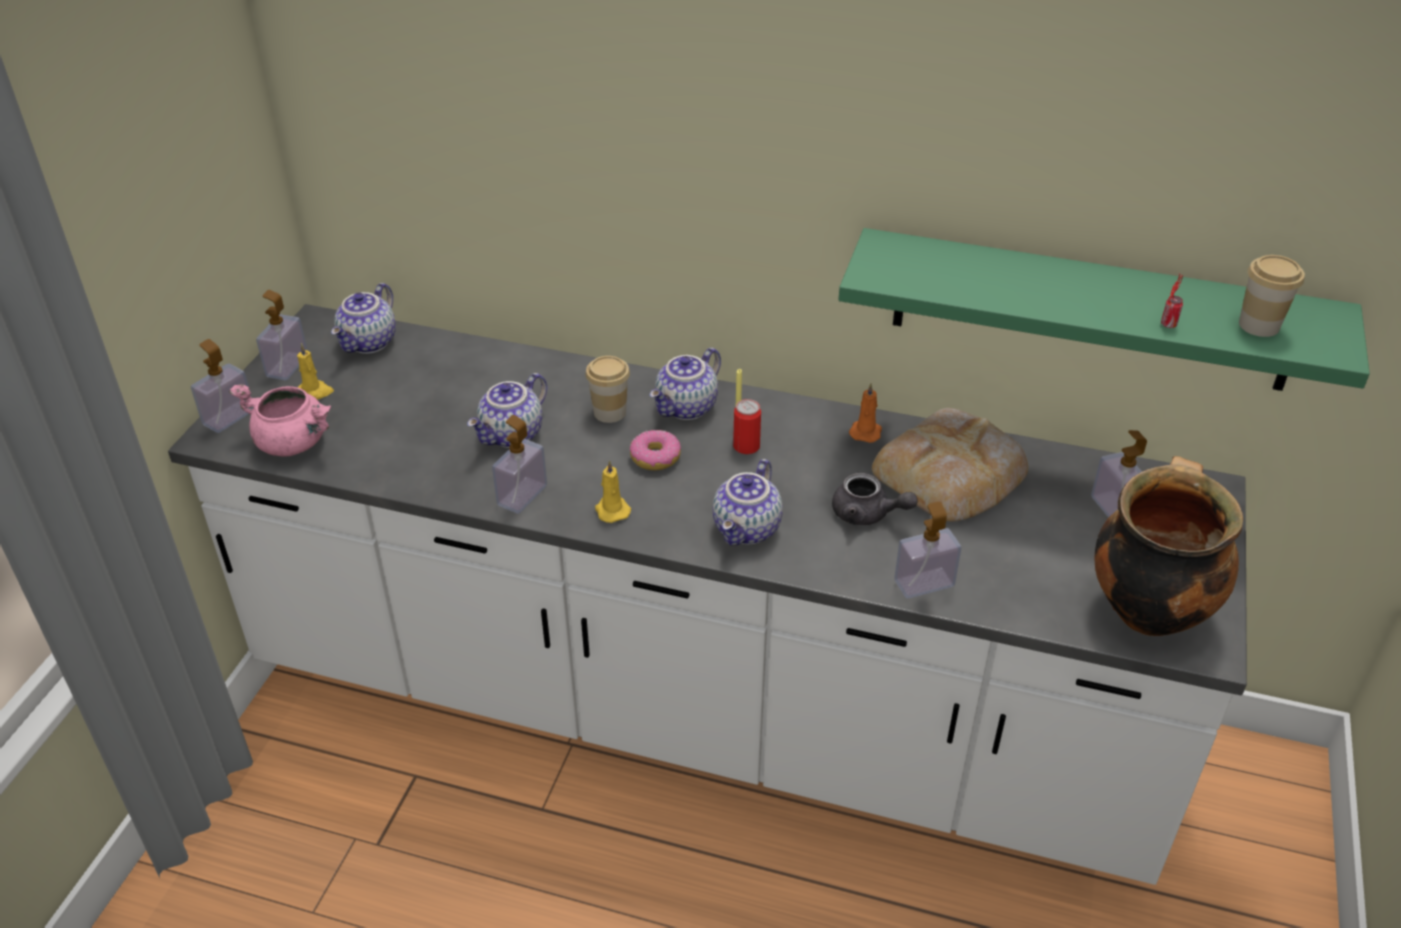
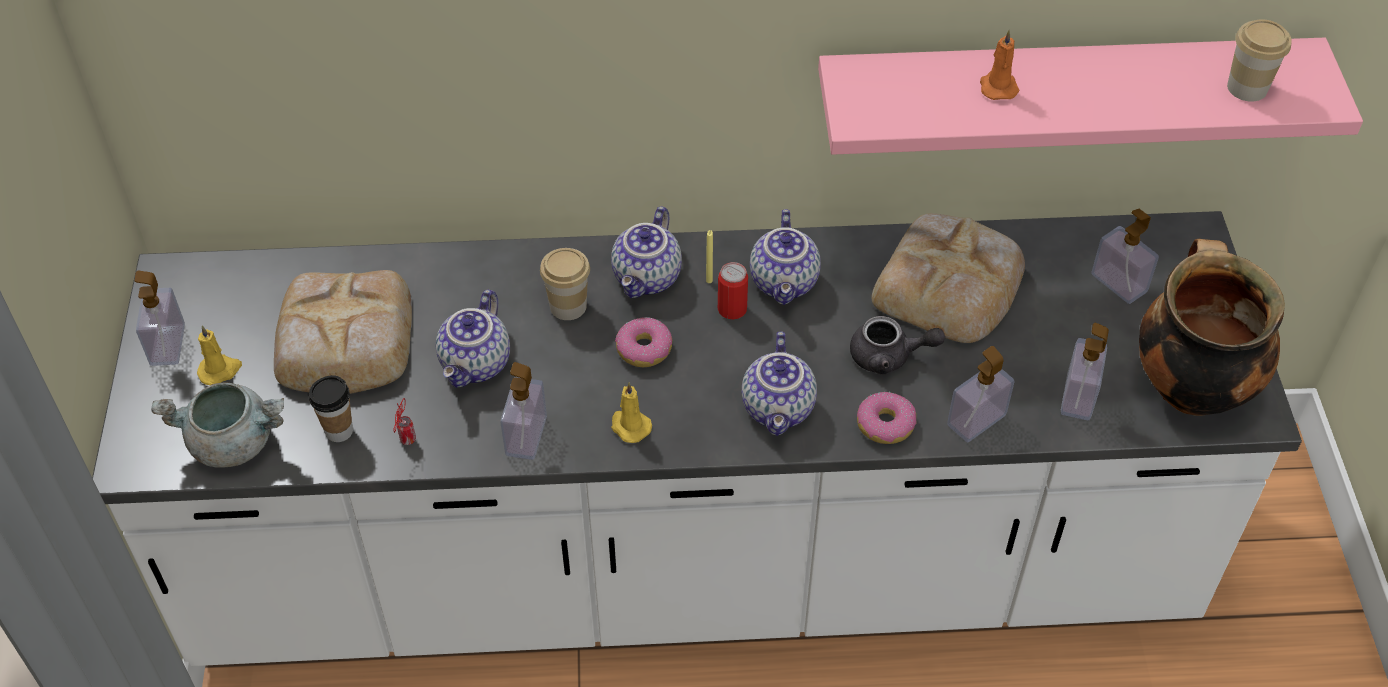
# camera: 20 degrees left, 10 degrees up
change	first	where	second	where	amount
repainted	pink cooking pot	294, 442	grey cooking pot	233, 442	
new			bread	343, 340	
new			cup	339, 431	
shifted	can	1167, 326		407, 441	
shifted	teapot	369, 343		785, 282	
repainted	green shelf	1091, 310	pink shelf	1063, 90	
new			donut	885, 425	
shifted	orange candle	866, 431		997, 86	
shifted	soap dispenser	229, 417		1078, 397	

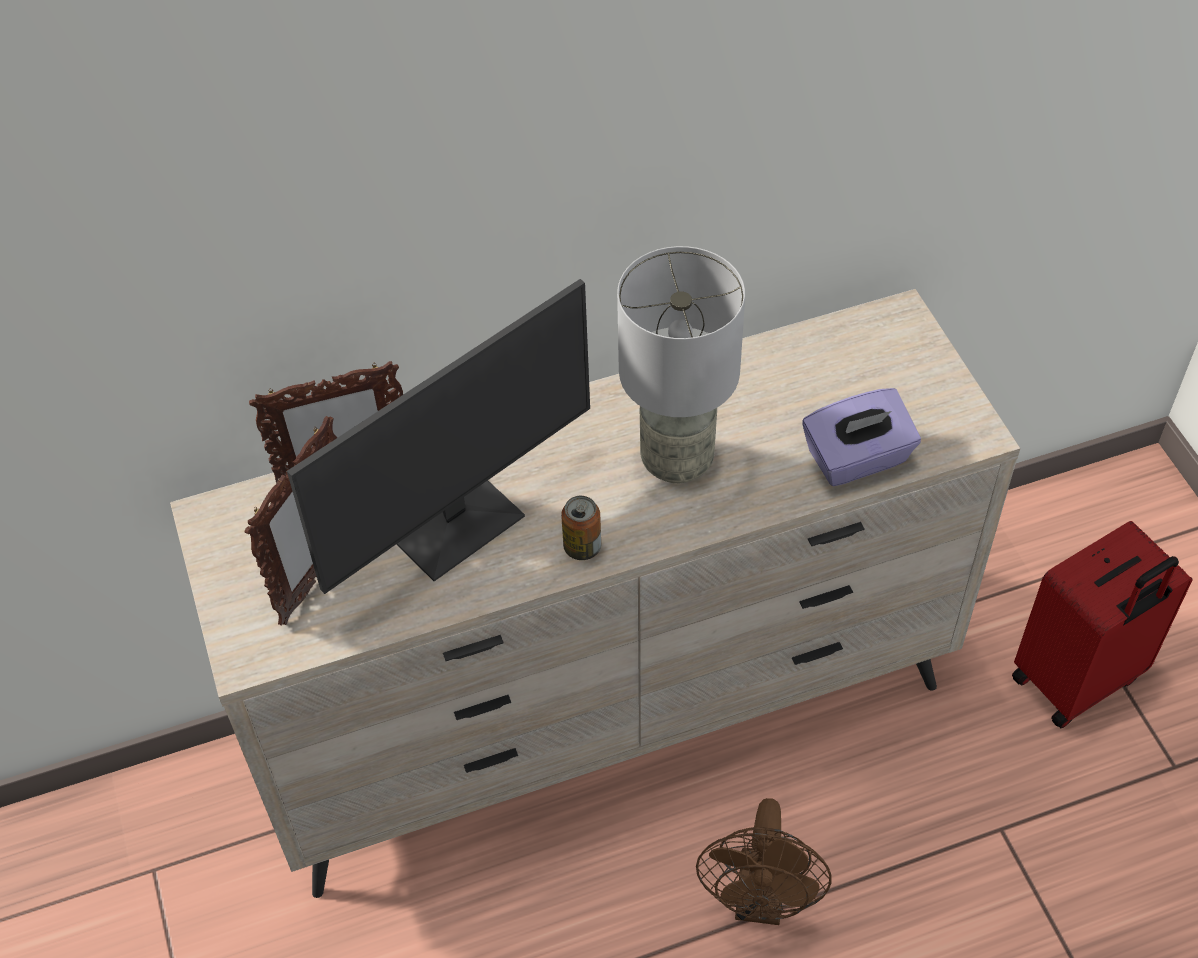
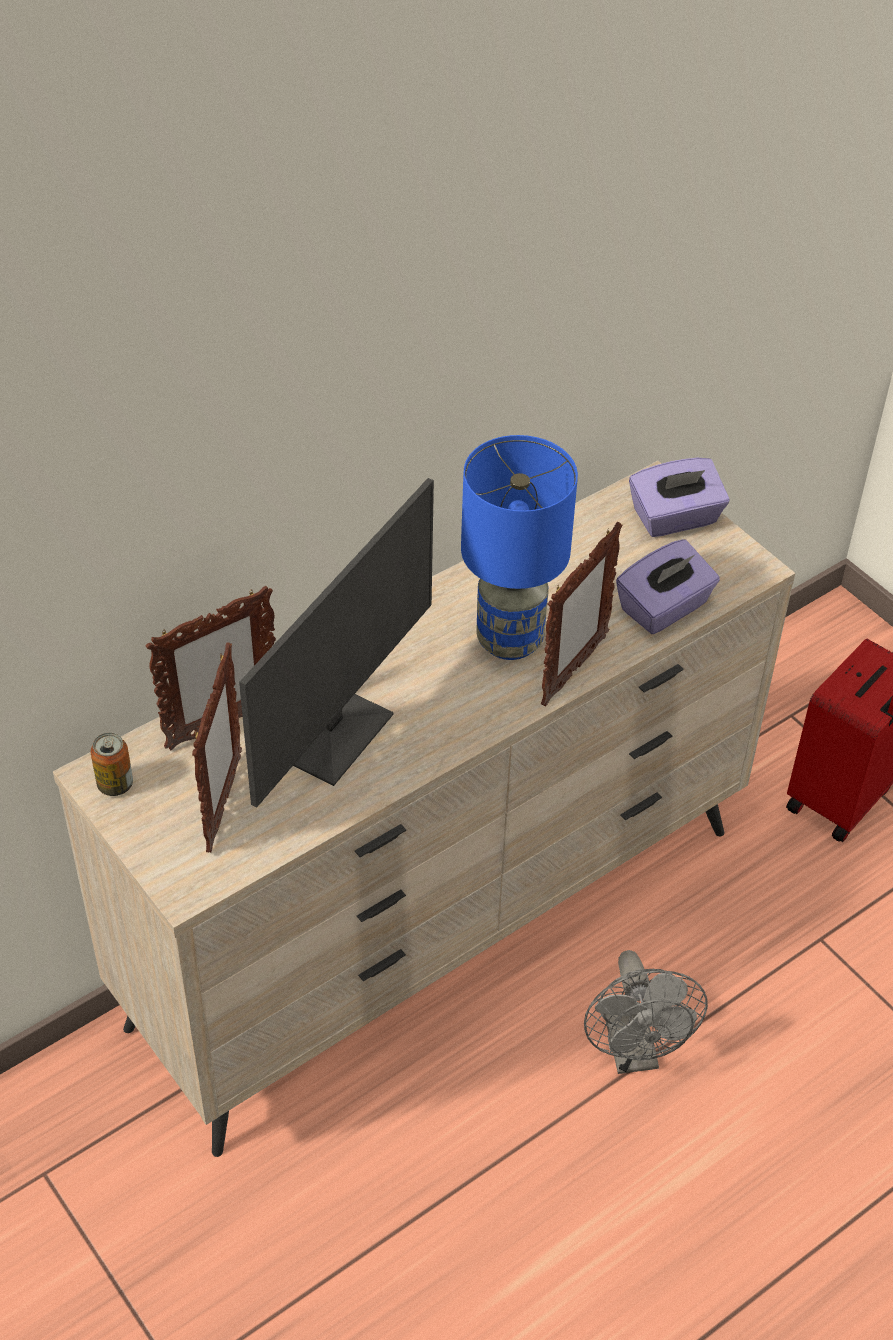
# camera: 20 degrees left, 5 degrees down
change	first	where	second	where	amount
shifted	can	582, 547		115, 784	
repainted	grey table lamp	678, 461	blue table lamp	511, 641	
new			picture frame	573, 671	
repainted	brown fan	760, 901	grey fan	634, 1053	
new			purple tissue box	675, 518	

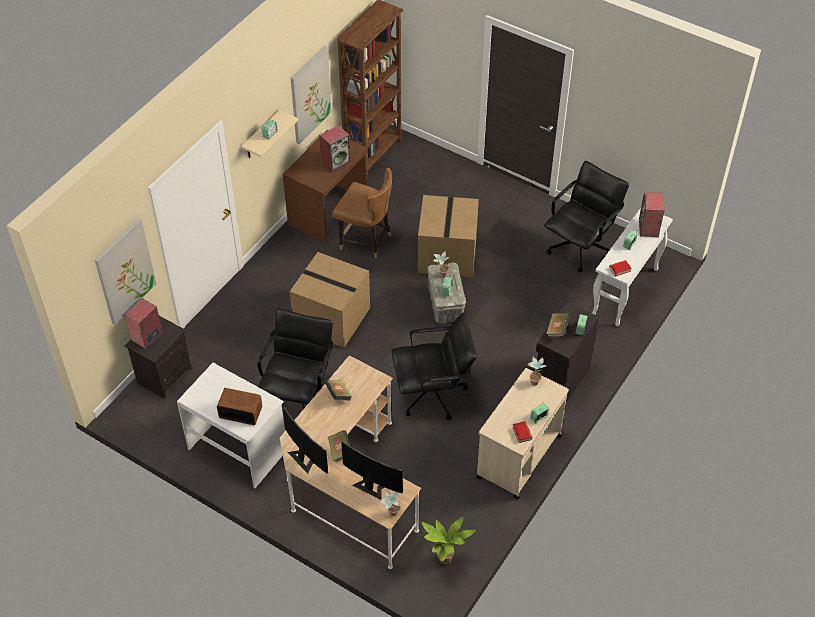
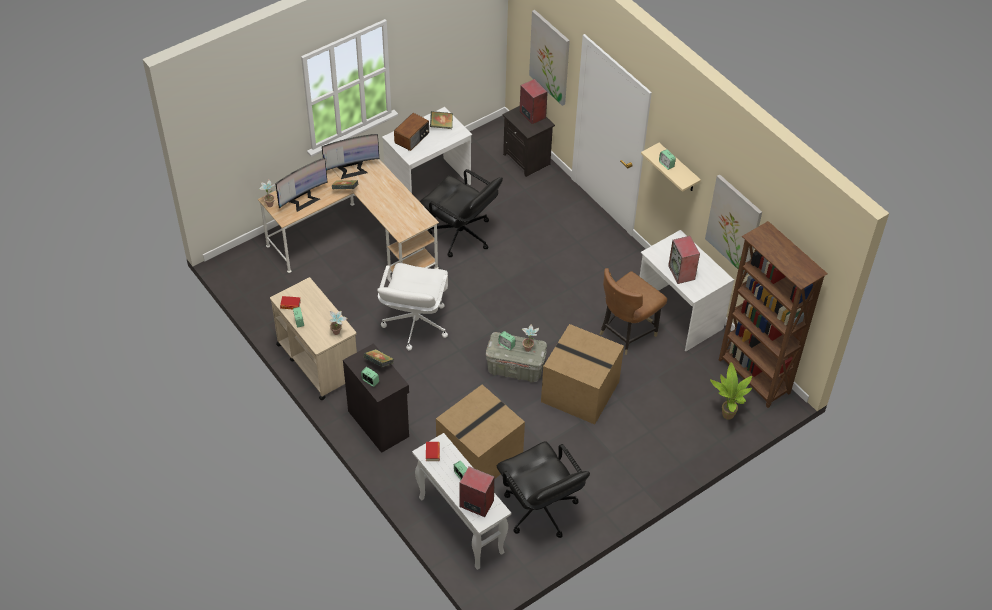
# camera: 110 degrees right, 0 degrees up
change	first	where	second	where	amount
repainted	black office chair	433, 394	white office chair	415, 324	
shifted	book	338, 395		441, 125	
shifted	cardboard box	333, 317		479, 456	
repainted	brown desk	328, 212	white desk	678, 315	
shifted	potted plant	445, 561		725, 415	

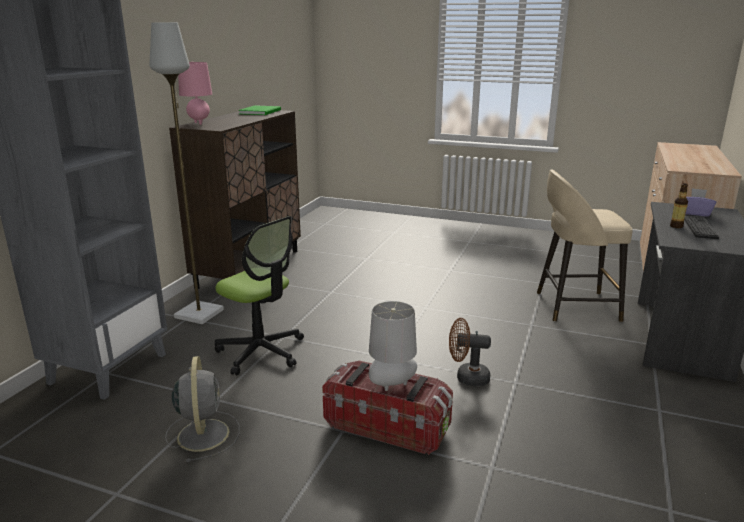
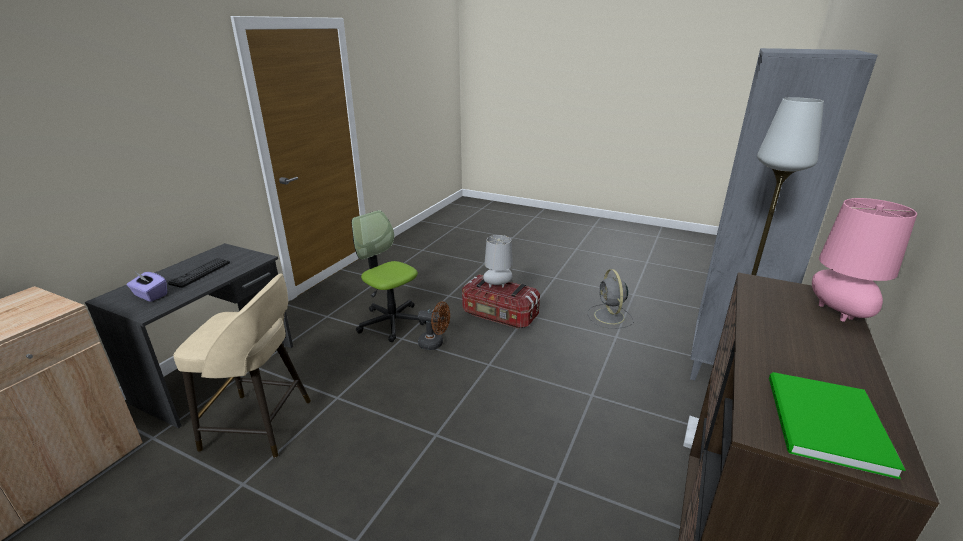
# camera: 175 degrees left, 5 degrees up
change	first	where	second	where	amount
shifted	office chair	261, 352		391, 322	
gone	bottle	676, 226			

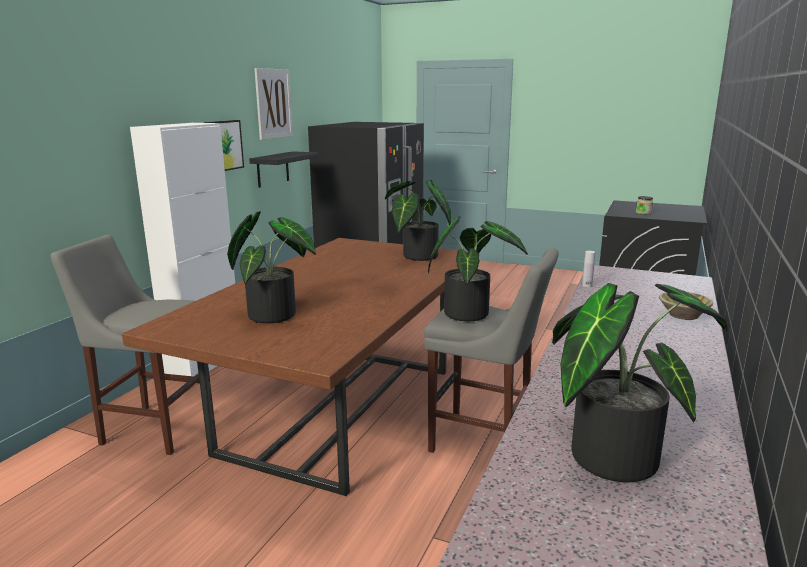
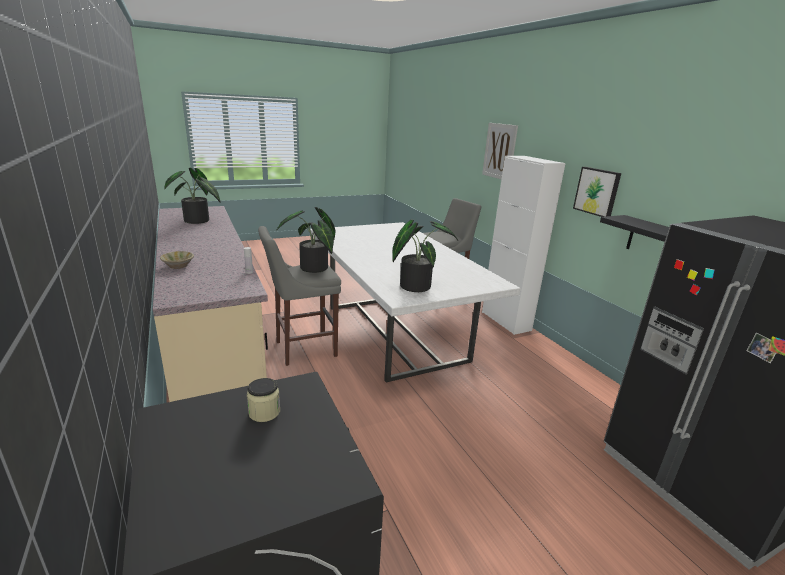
# camera: 130 degrees right, 5 degrees up
change	first	where	second	where	amount
repainted	brown dining table	340, 410	white dining table	394, 331	
shifted	picture	273, 103		499, 151	
gone	potted plant	278, 314			

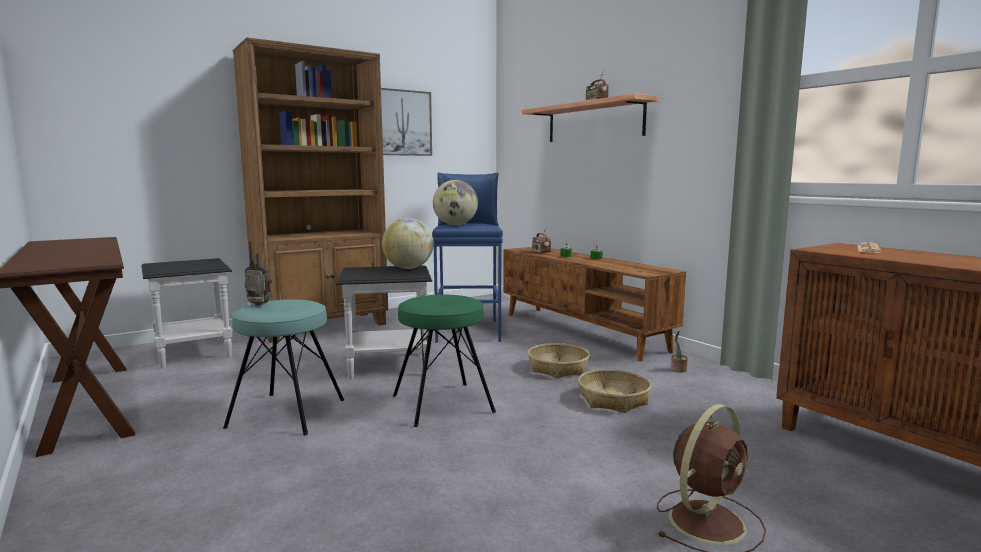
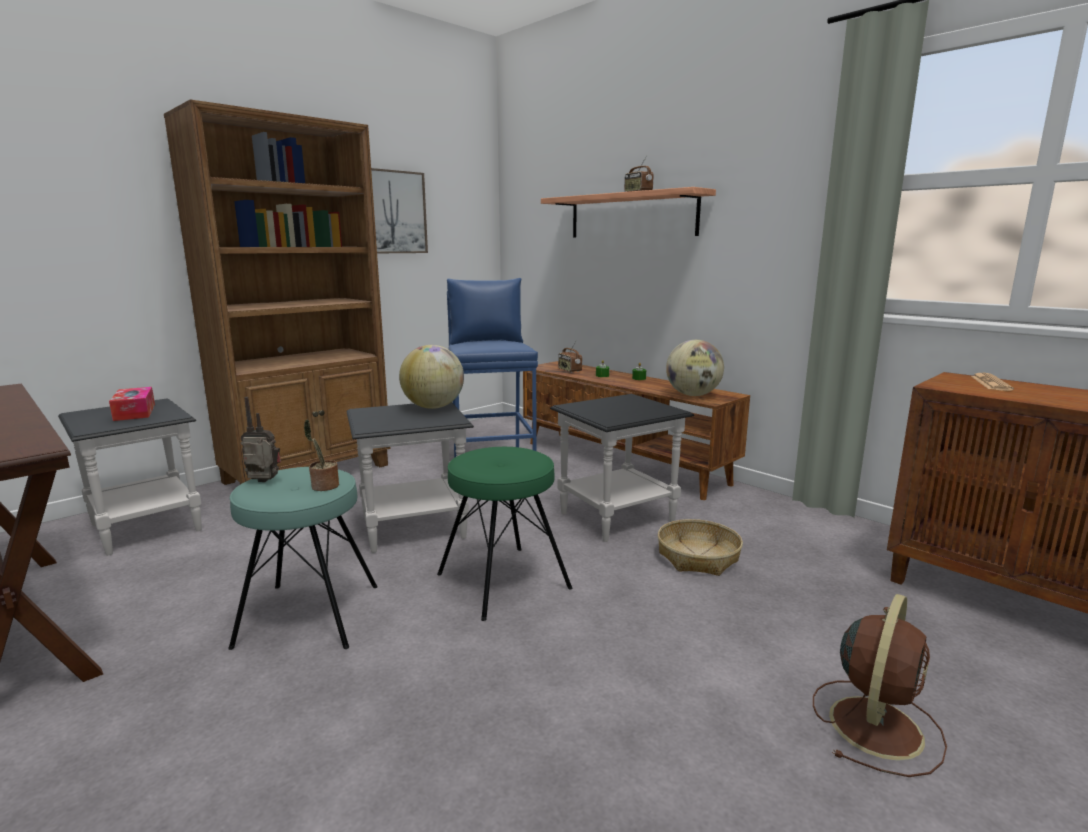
# camera: 10 degrees left, 5 degrees up
change	first	where	second	where	amount
new			tissue box	134, 412	
shifted	potted plant	678, 370		323, 487	
swapped	basket	558, 368	black side table	617, 517	
shifted	globe	455, 225		693, 395	

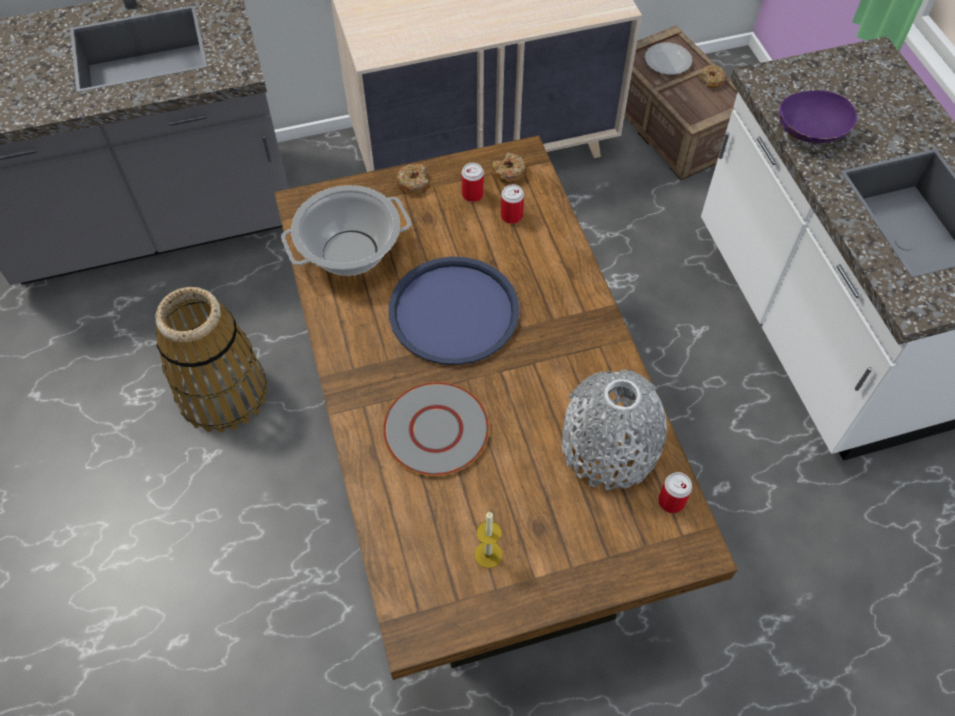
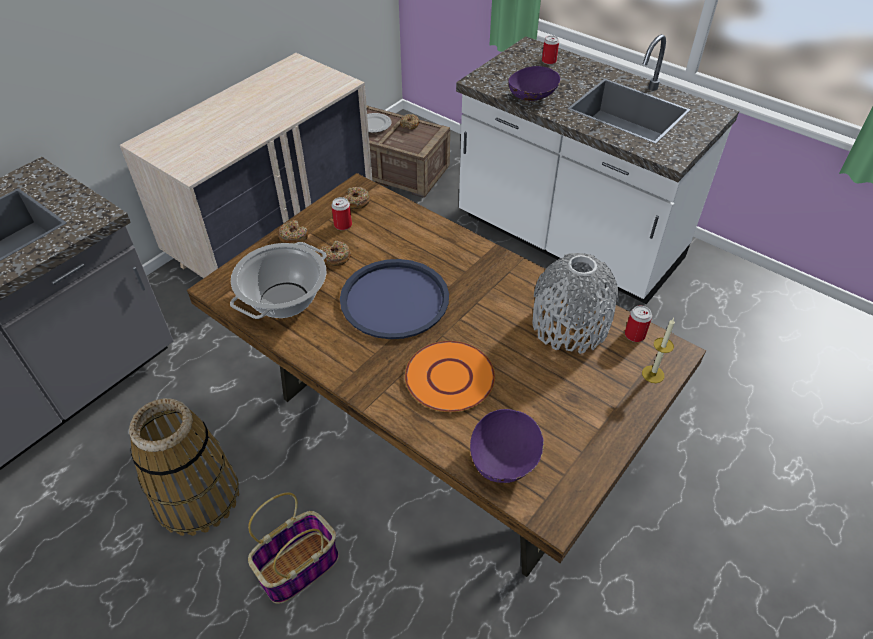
# camera: 35 degrees left, 10 degrees down
change	first	where	second	where	amount
new			basket	299, 566	
new			donut	336, 257	
repainted	grey plate	437, 430	orange plate	450, 377	
new			purple bowl	504, 460	
shifted	can	511, 216		549, 61	
shifted	candle	488, 554		653, 374	

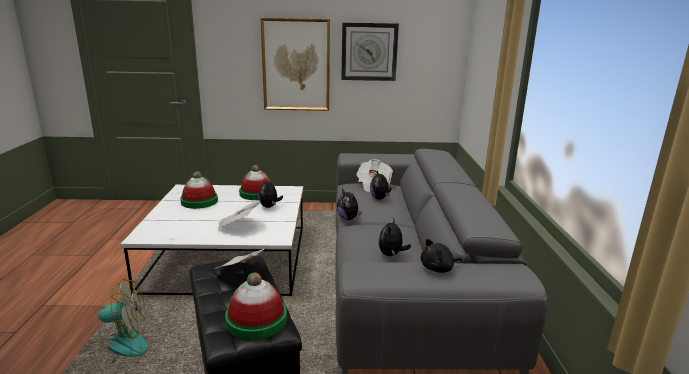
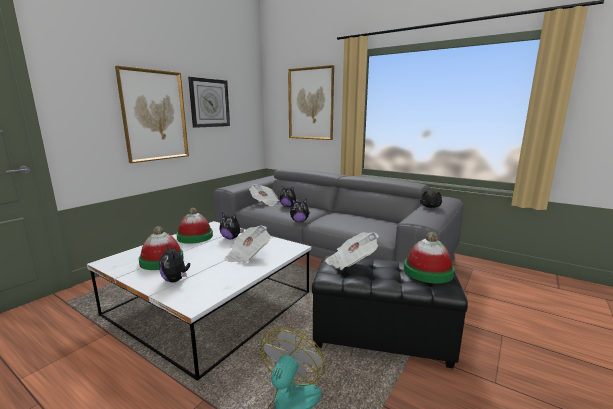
# camera: 55 degrees left, 5 degrees down
change	first	where	second	where	amount
shifted	plush toy	391, 255		175, 280	
new			picture	311, 104	

